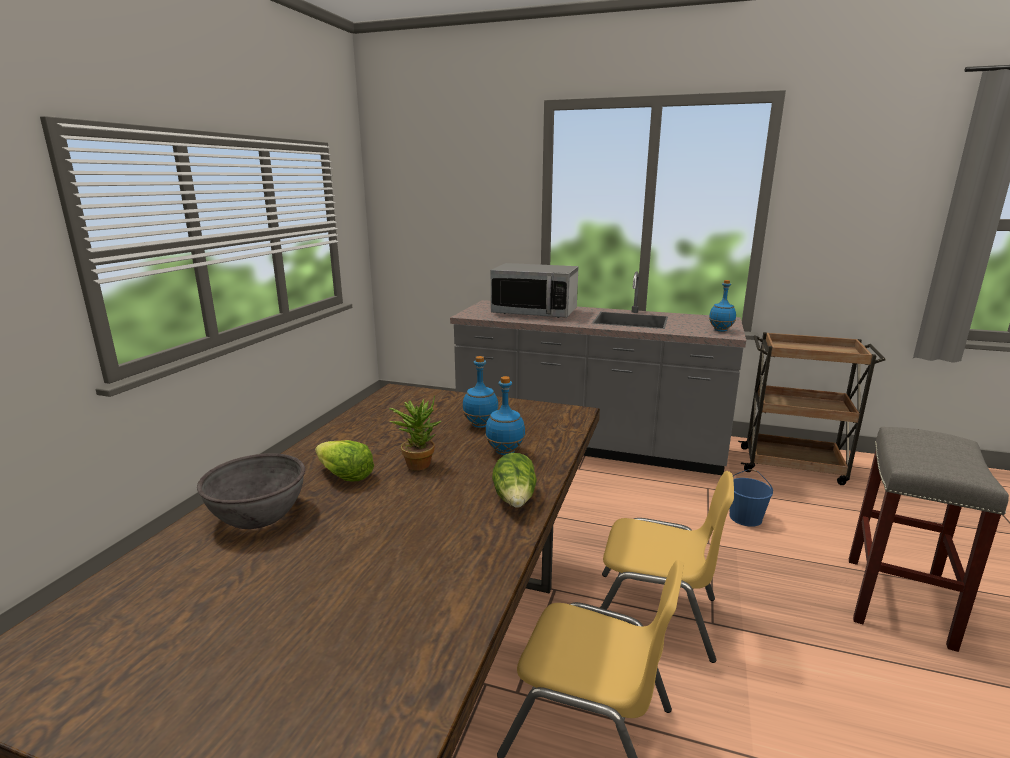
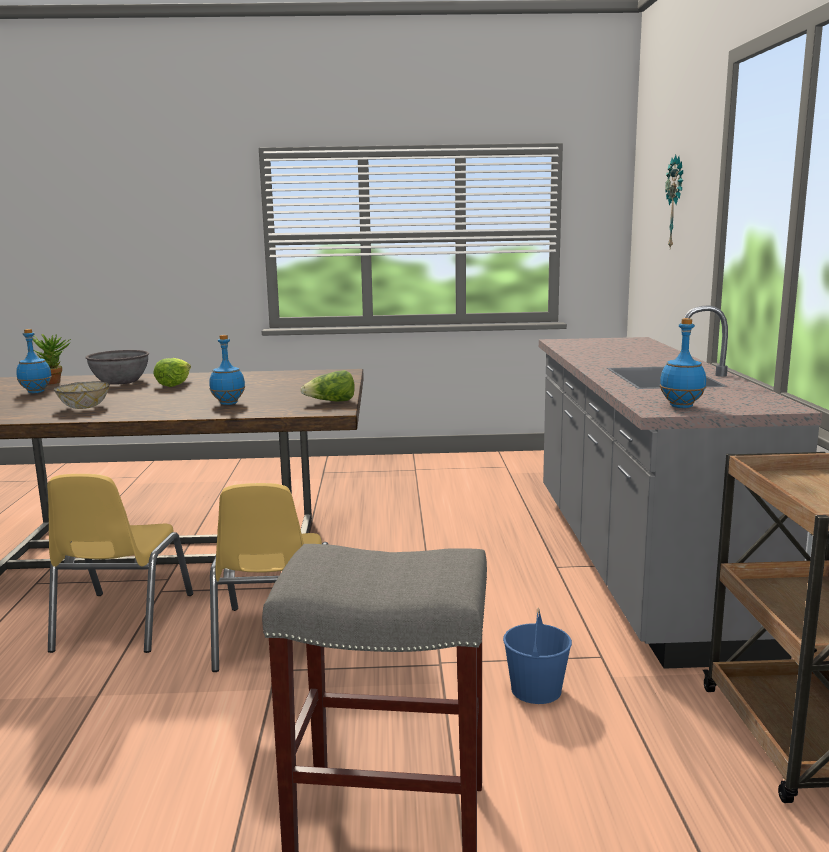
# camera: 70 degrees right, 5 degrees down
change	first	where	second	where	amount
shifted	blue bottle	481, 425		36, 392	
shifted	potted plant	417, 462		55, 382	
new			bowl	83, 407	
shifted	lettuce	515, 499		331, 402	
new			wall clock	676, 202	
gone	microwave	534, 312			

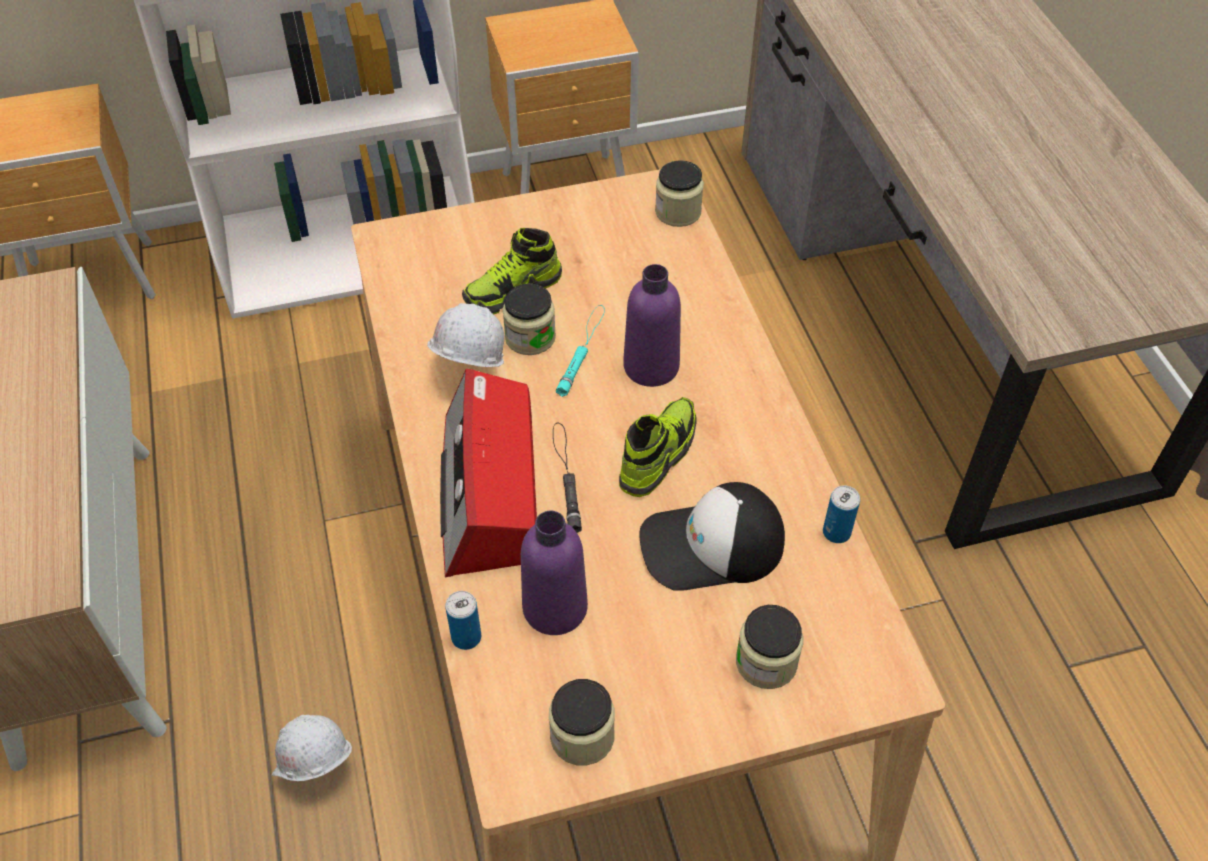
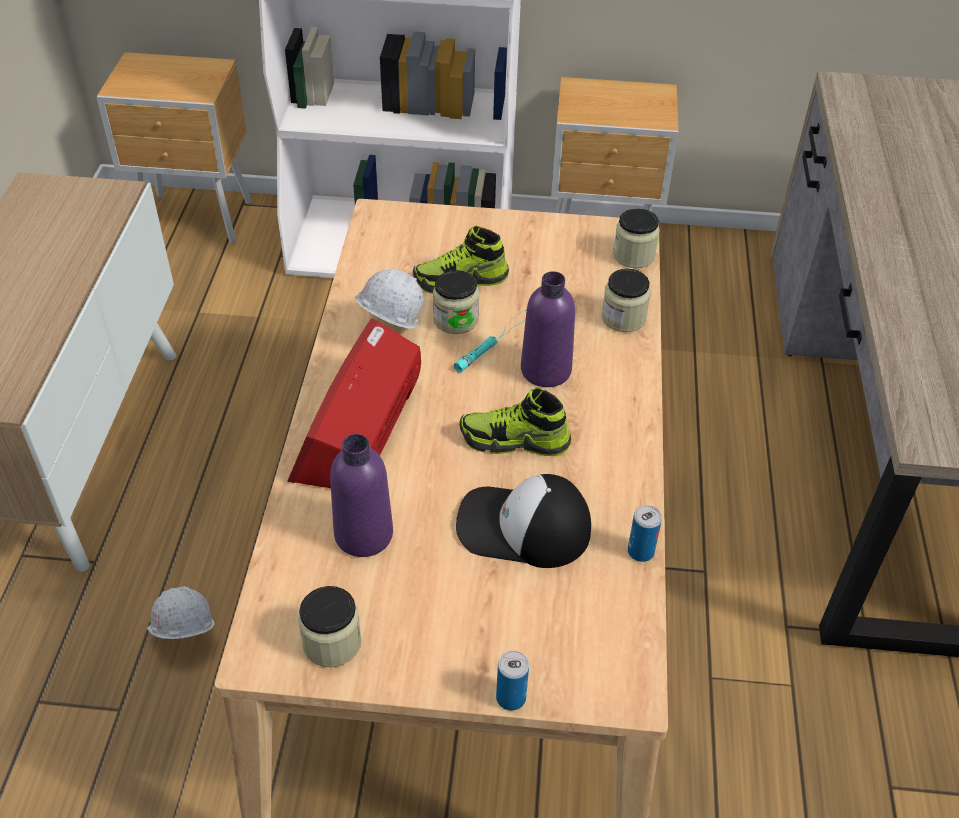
# camera: 20 degrees right, 5 degrees down
change	first	where	second	where	amount
rotated	shoe	657, 455		514, 441	135 degrees counterclockwise
shifted	can	466, 637		511, 698	
shifted	jar	766, 662		623, 318	
gone	black flashlight	566, 477			

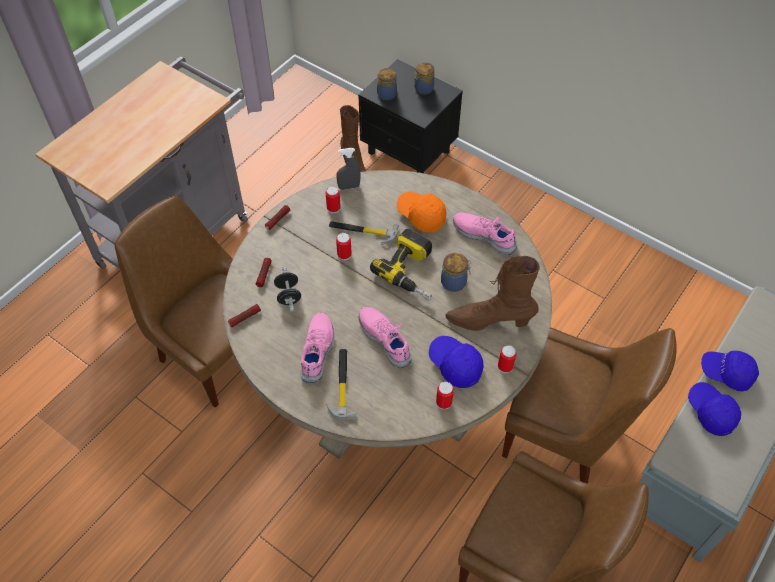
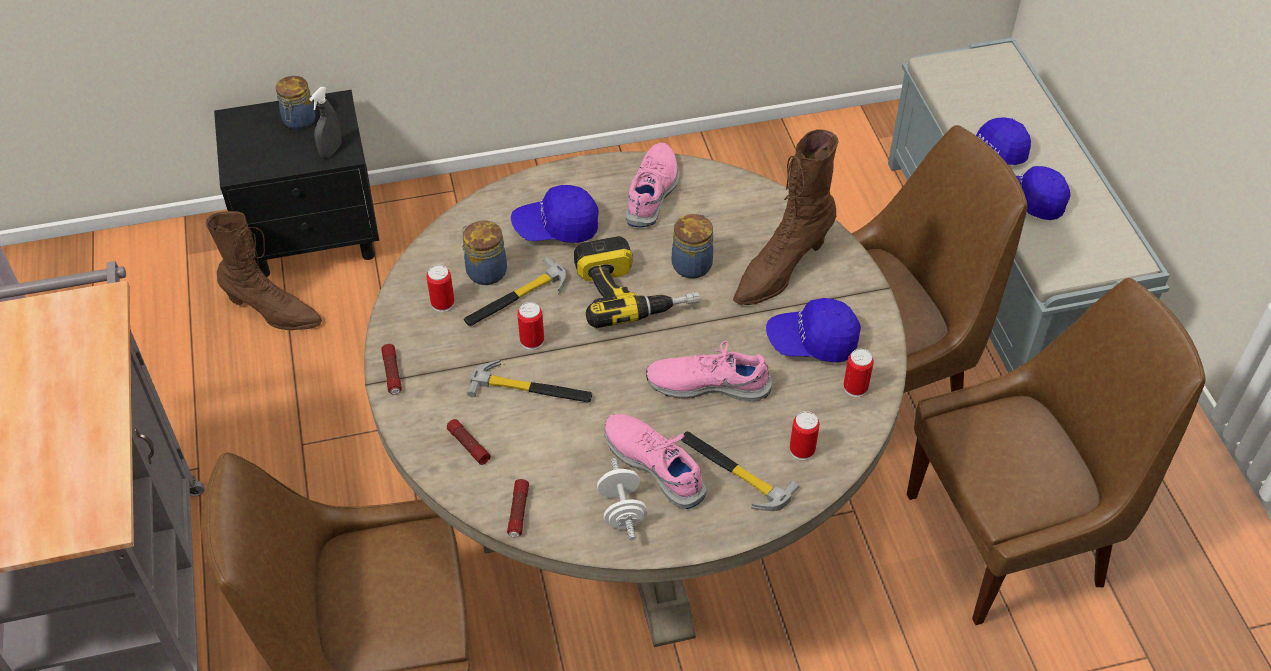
# camera: 50 degrees left, 5 degrees down
change	first	where	second	where	amount
shifted	grey spray bottle	349, 187		331, 150	
shifted	jar	386, 94		485, 271	
new			hammer	531, 389	
repainted	orange cap	421, 215	blue cap	556, 228	
new			white dumbbell	622, 510	
rotated	pink shoe	484, 235		653, 192	120 degrees clockwise
shifted	can	505, 366		802, 450	
gone	black dumbbell	288, 295			

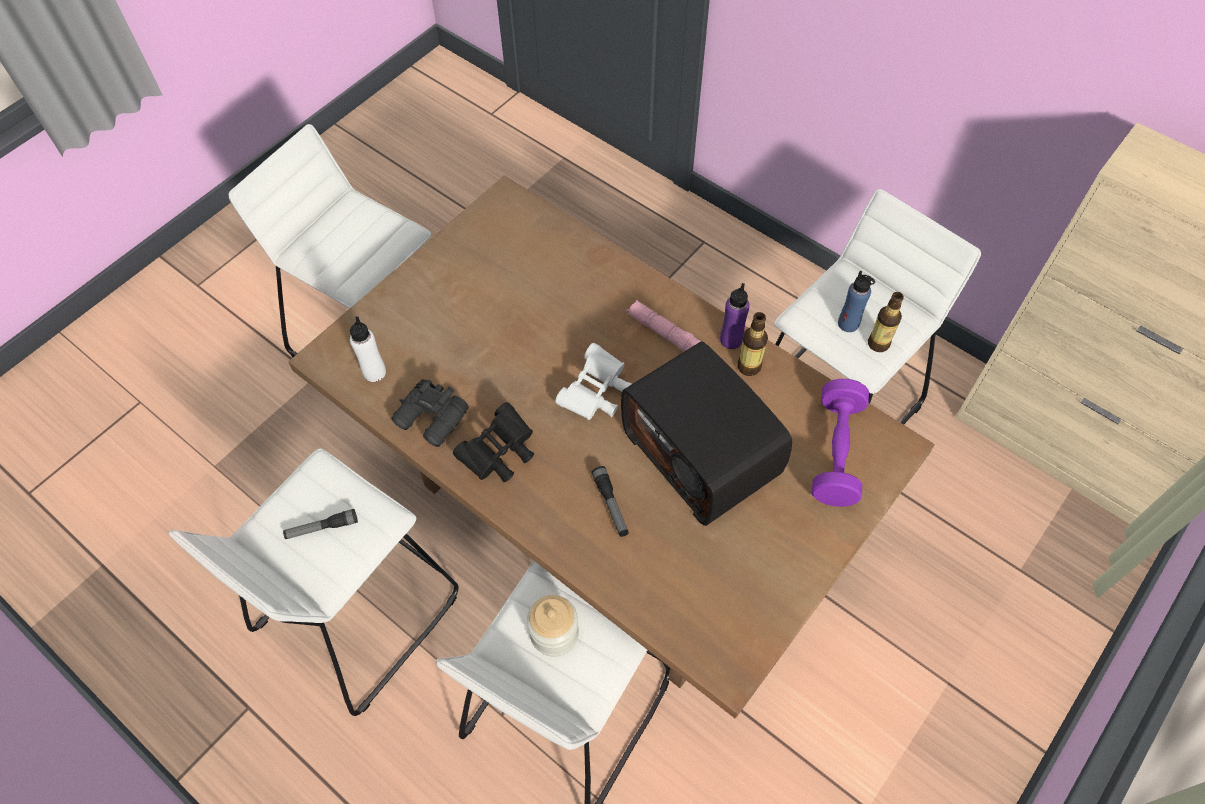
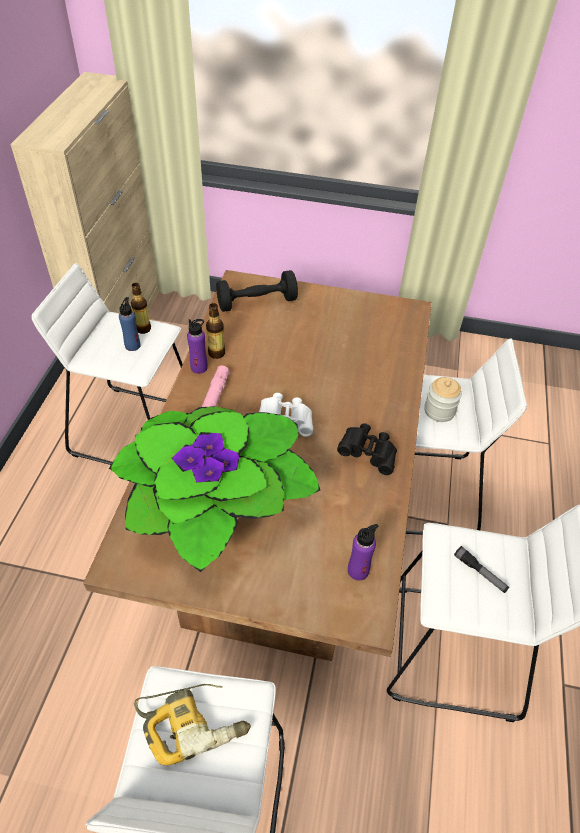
# camera: 120 degrees left, 10 degrees down
change	first	where	second	where	amount
new			potted plant	214, 502	
new			power drill	193, 722	
repainted	purple dumbbell	836, 453	black dumbbell	257, 302	
repainted	white bottle	374, 372	purple bottle	358, 570	
gone	black binoculars	432, 420			
gone	flashlight	611, 504			
gone	radio	703, 453			

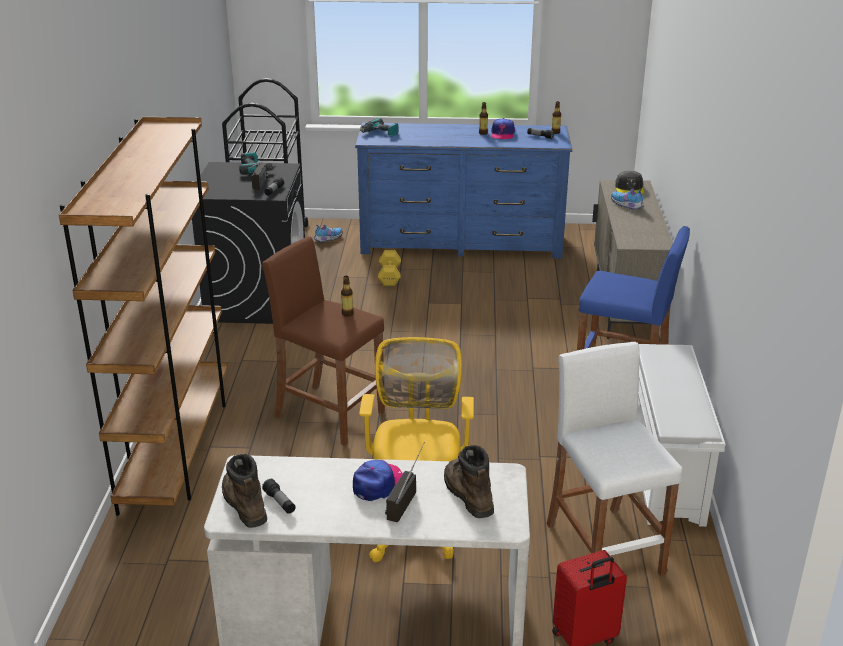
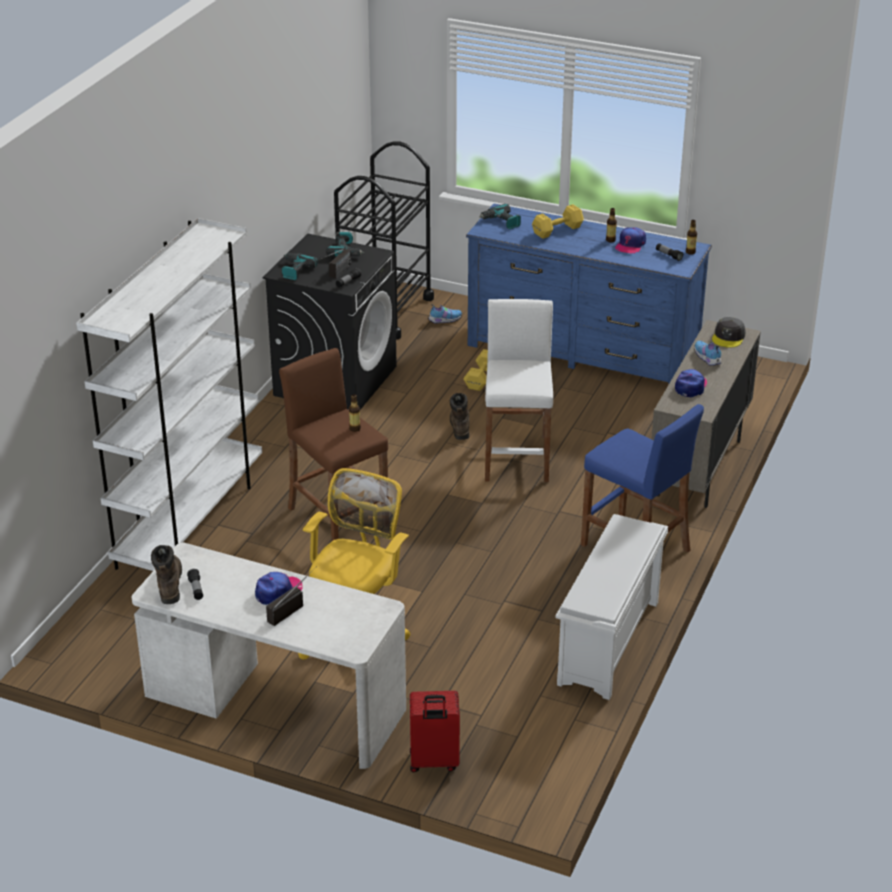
# camera: 20 degrees right, 5 degrees up
change	first	where	second	where	amount
repainted	brown bookcase	177, 448	white bookcase	190, 520	
new			power drill	295, 270	
shifted	brown boot	467, 494		459, 426	
shifted	white stool	603, 548		517, 458	
new			yellow dumbbell	558, 230	
new			cap	691, 386	

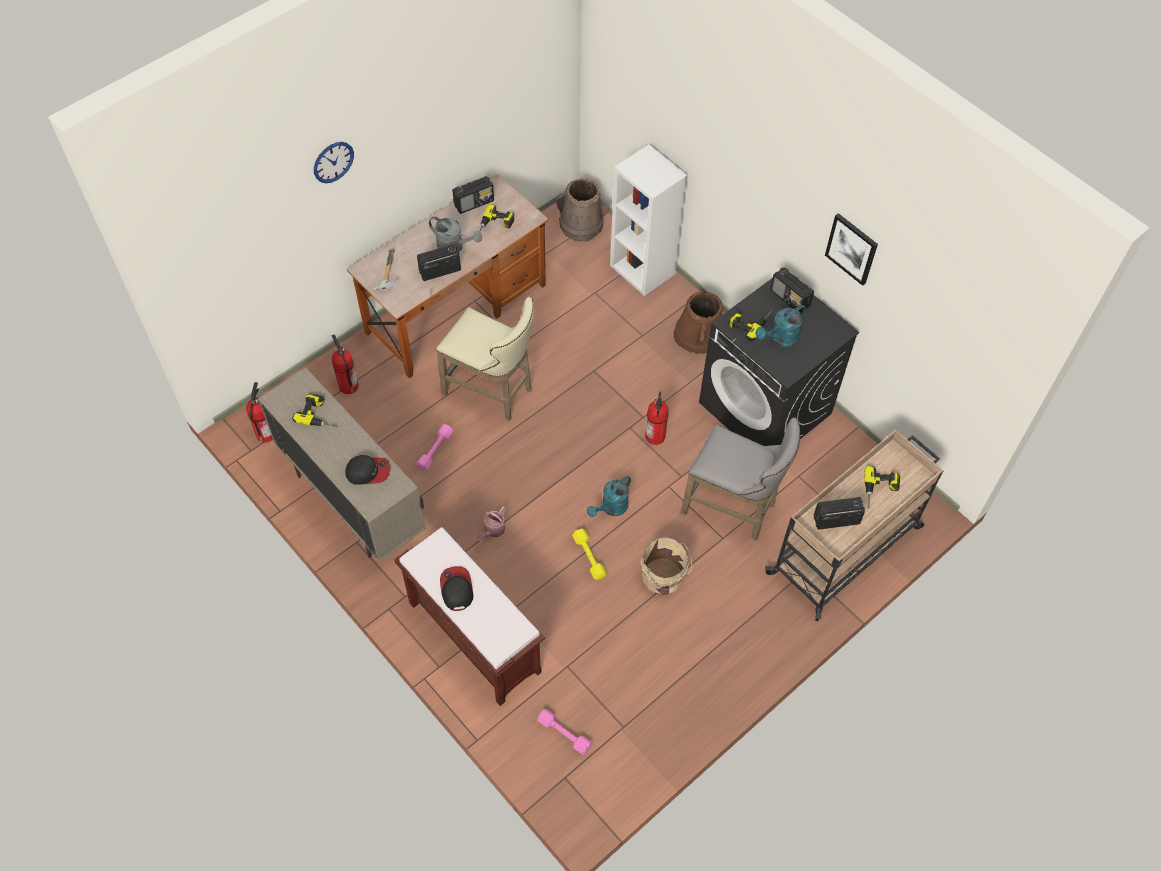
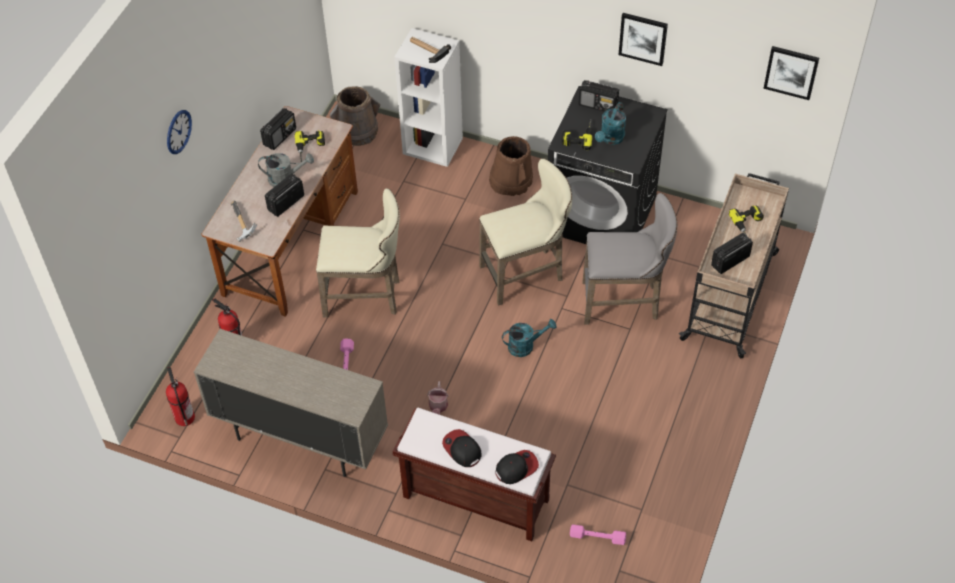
# camera: 25 degrees left, 5 degrees down
change	first	where	second	where	amount
new			hammer	427, 50	
swapped	fire extinguisher	655, 437	beige stool	526, 274	
shifted	cap	368, 471		516, 468	
rotated	turquoise watering can	611, 508		525, 345	120 degrees counterclockwise
new			picture	791, 72	
gone	power drill	320, 414			
gone	yellow dumbbell	589, 556			
gone	beige bucket	663, 578			

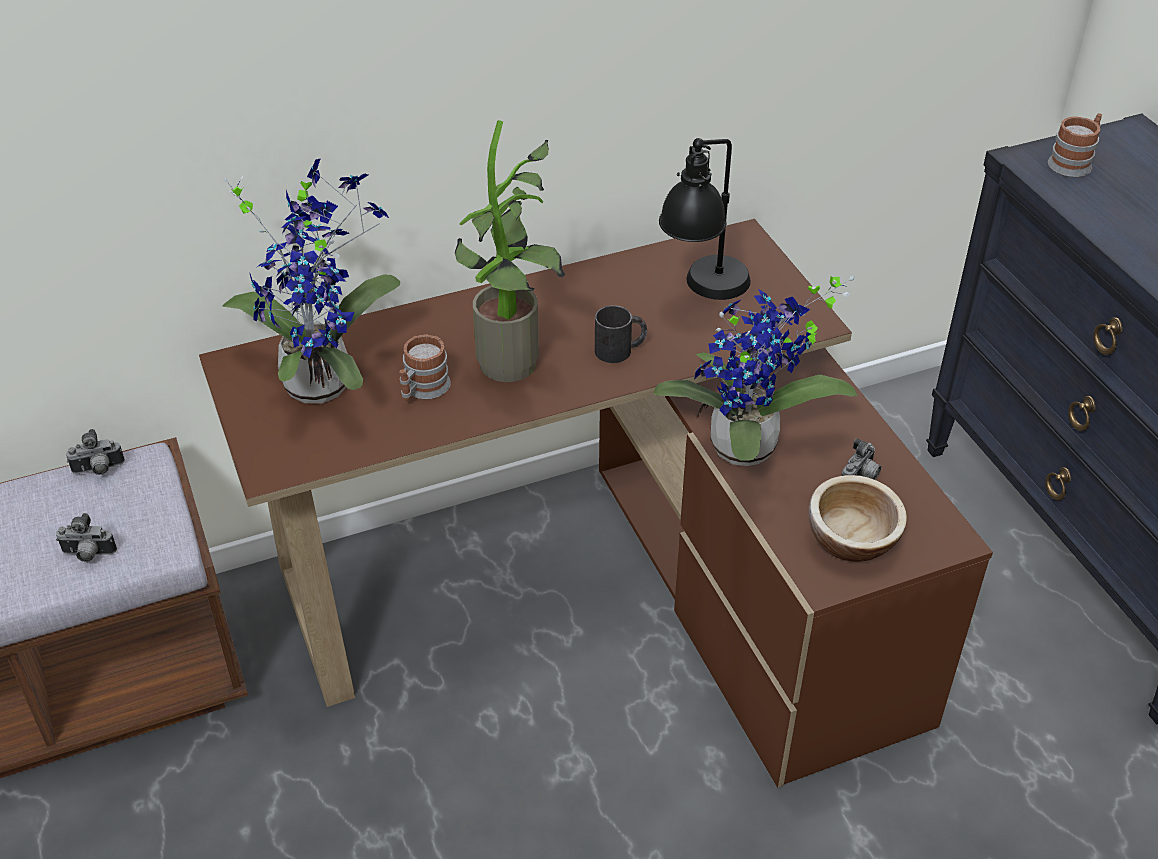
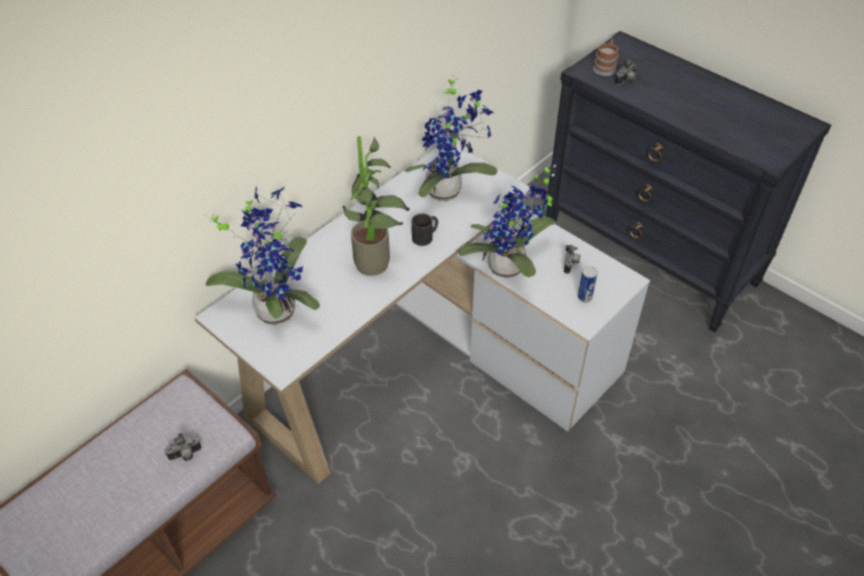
# camera: 25 degrees left, 5 degrees up
change	first	where	second	where	amount
repainted	brown desk	608, 590	white desk	430, 363	
swapped	black table lamp	703, 294	potted plant	448, 191	
swapped	bowl	851, 539	can	584, 297	
shifted	photo camera	99, 470		626, 81	
gone	mug	422, 389			

